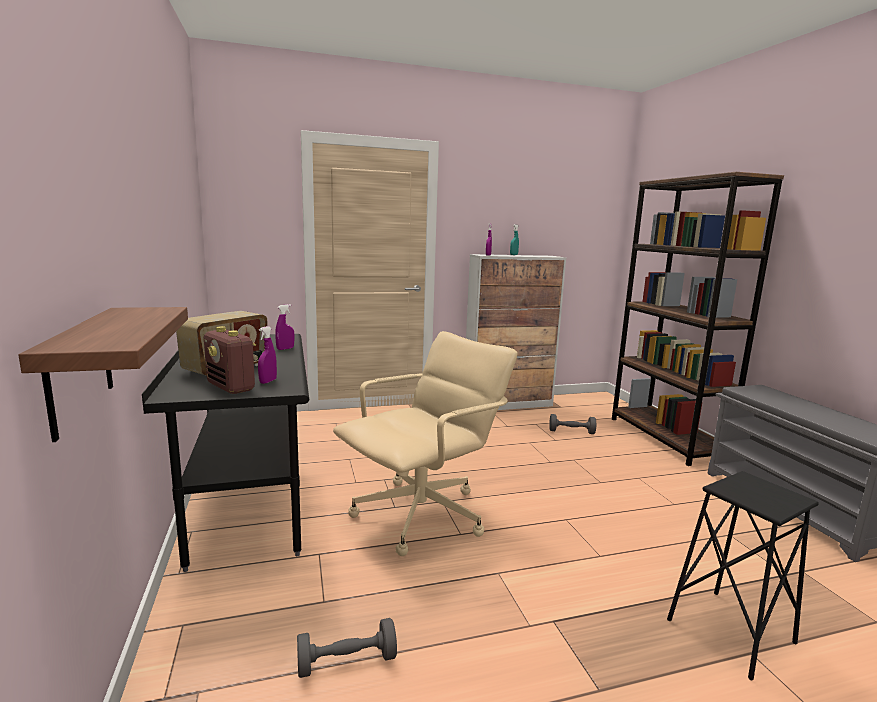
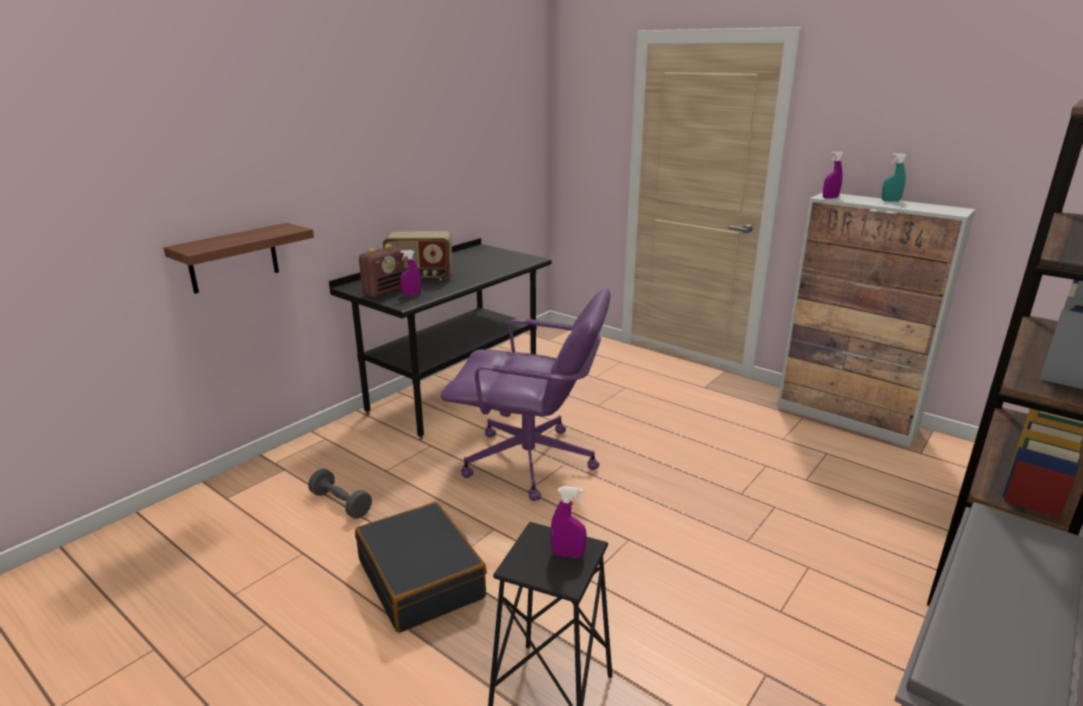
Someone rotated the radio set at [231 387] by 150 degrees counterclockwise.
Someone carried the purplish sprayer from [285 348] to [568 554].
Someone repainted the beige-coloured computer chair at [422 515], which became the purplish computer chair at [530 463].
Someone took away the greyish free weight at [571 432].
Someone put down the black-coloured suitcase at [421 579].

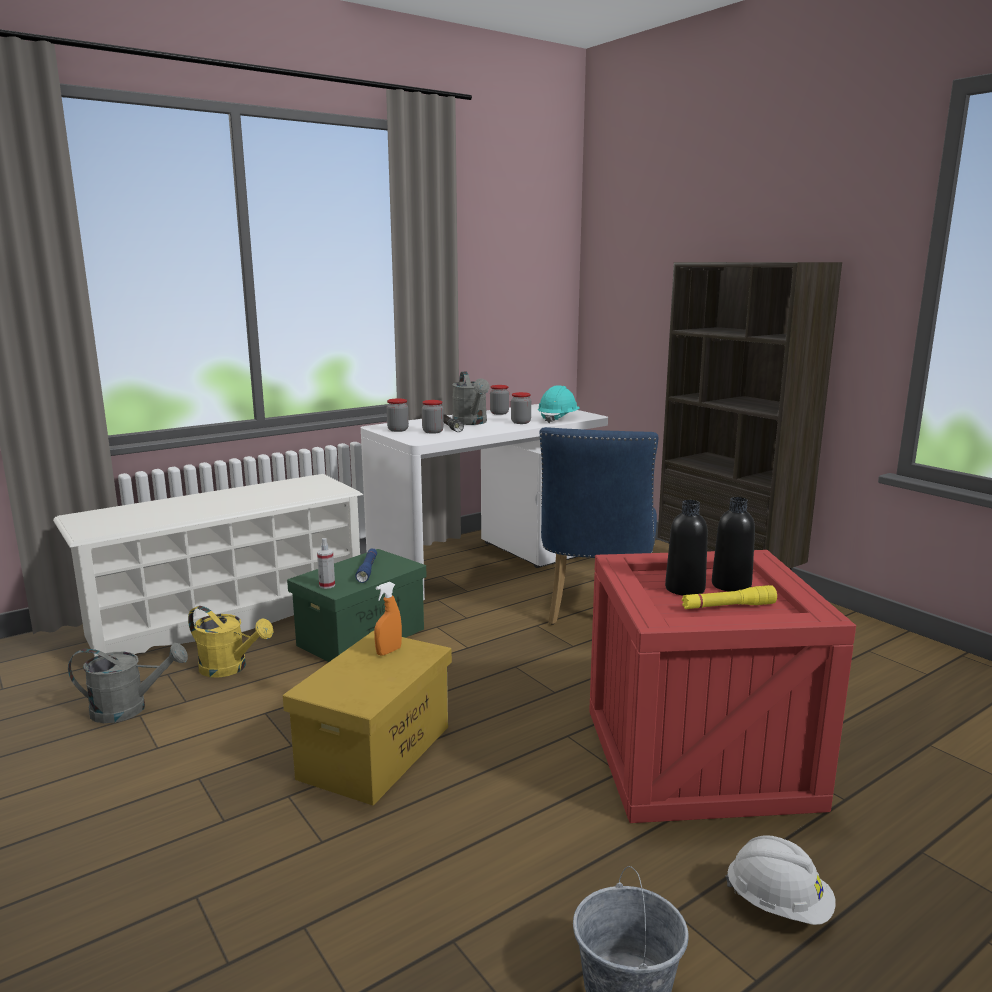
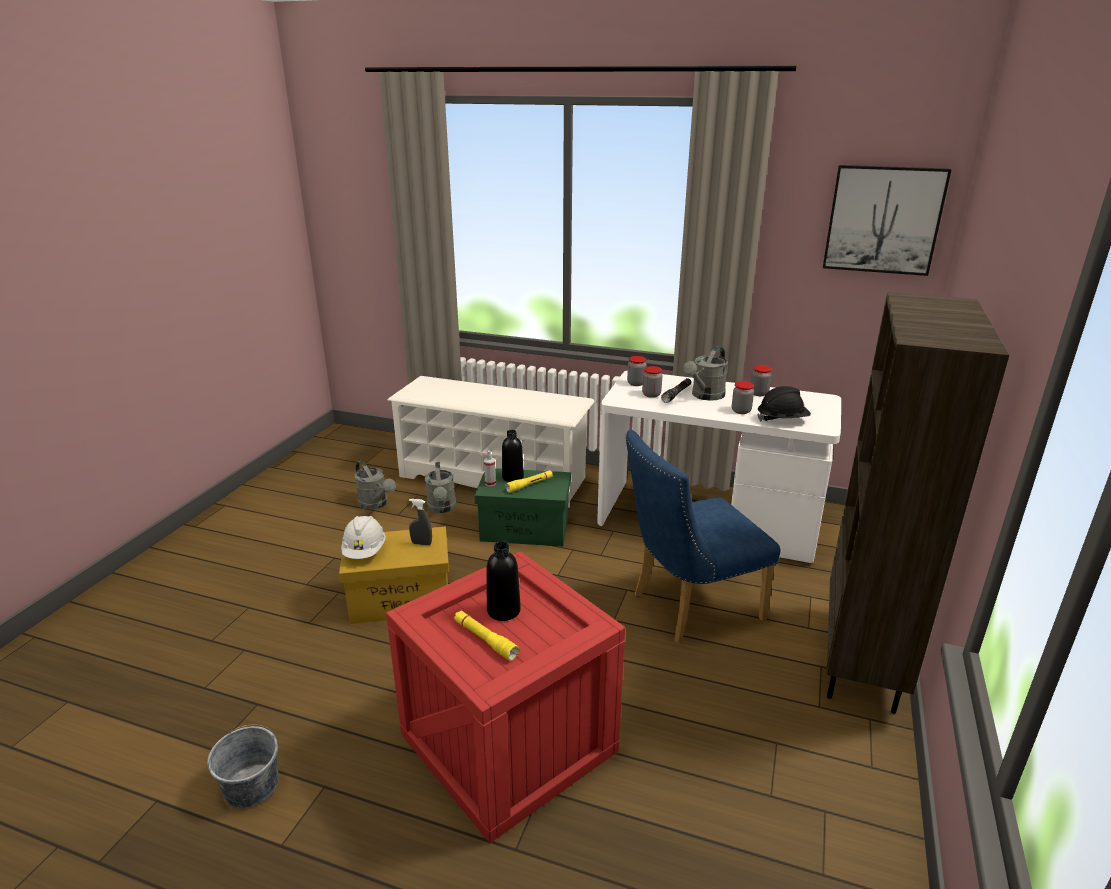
Someone repainted the yellow-coloured watering pot at [230 668], which became the greyish watering pot at [442 508].
Someone repainted the blue-coloured torch at [367 570], which became the yellow-coloured torch at [529 485].
Someone repainted the orange sprayer at [388 651], which became the greyish sprayer at [421 543].
Someone repainted the turquoise work helmet at [558 419], which became the black-coloured work helmet at [782 420].
Someone carried the black-coloured bottle from [731 585] to [512 477].
Someone carried the whitish work helmet from [778 905] to [365 551].
Someone put up the wall art at [883 220].

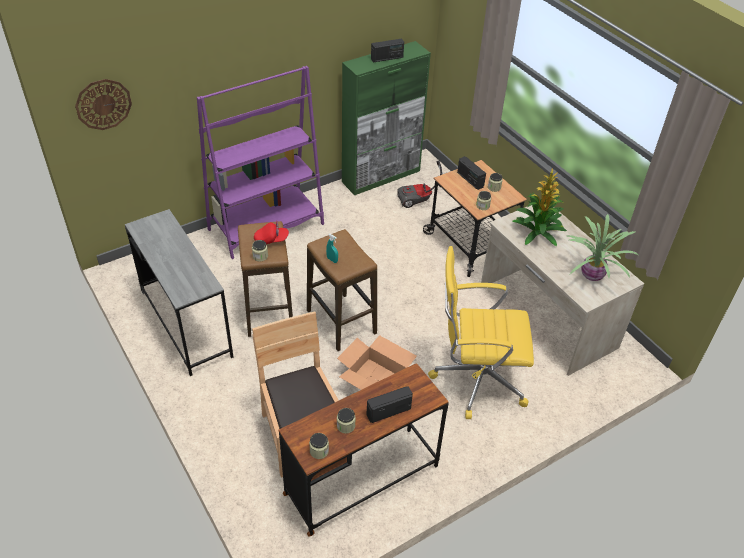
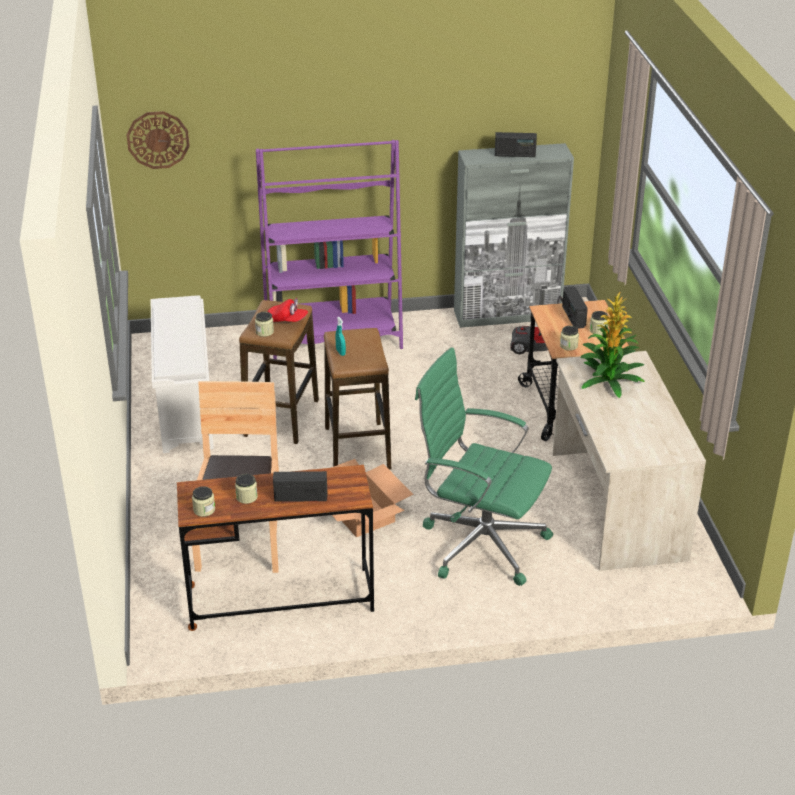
Someone swapped the greyish desk at [185 323] for the whitish shoe stand at [185 408].
Someone repainted the greenish storage cabinet at [381 176], which became the greyish storage cabinet at [508 315].
Someone repainted the yellow-coloured computer chair at [476 378], which became the greenish computer chair at [480 543].
Someone took away the plant in a pot at [590 276].

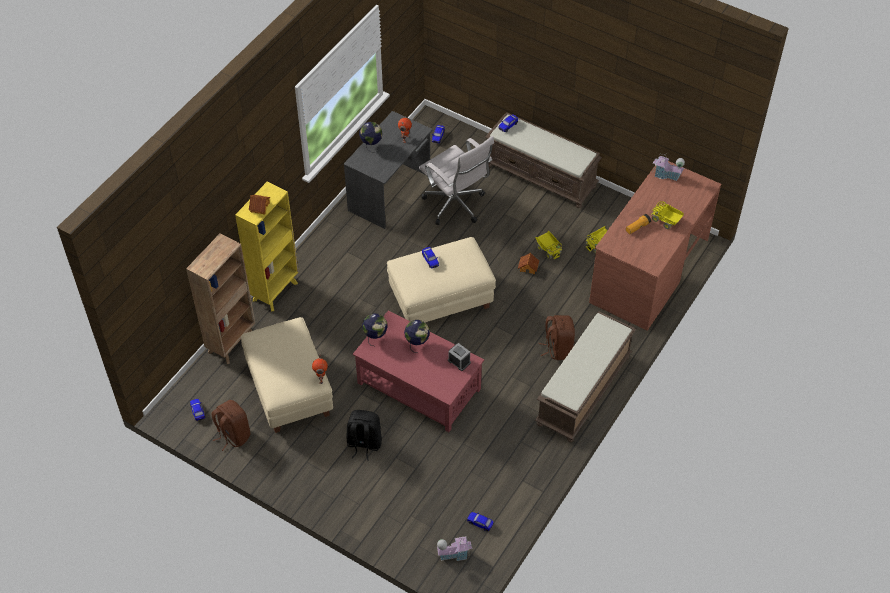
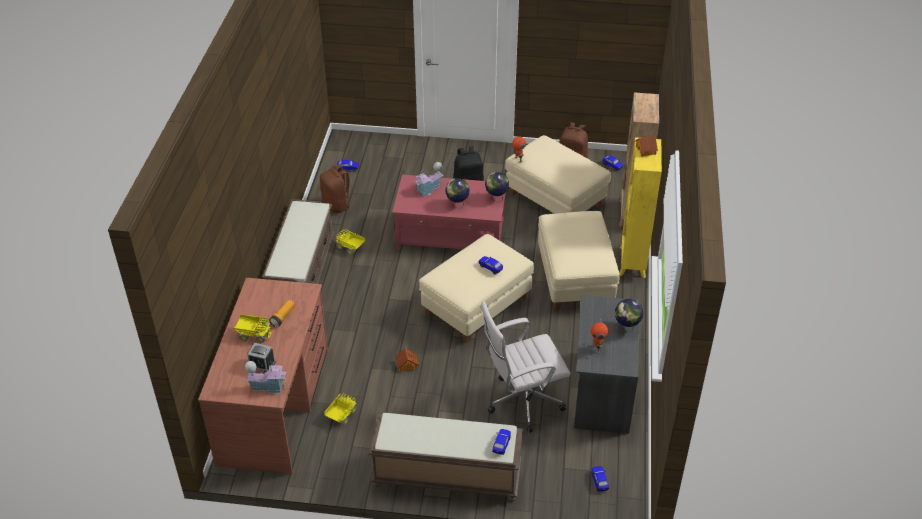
Someone rotated the whitish computer chair at [456 206] by 45 degrees counterclockwise.
Someone carried the miniature house from [454 554] to [429 189].
Someone carried the alarm clock from [459 361] to [262 364].
Someone carried the model truck from [548 249] to [350 248].
Someone carried the brownish backpack from [557 348] to [337 204].
Someone put down the beige-coloured footrest at [574 278].

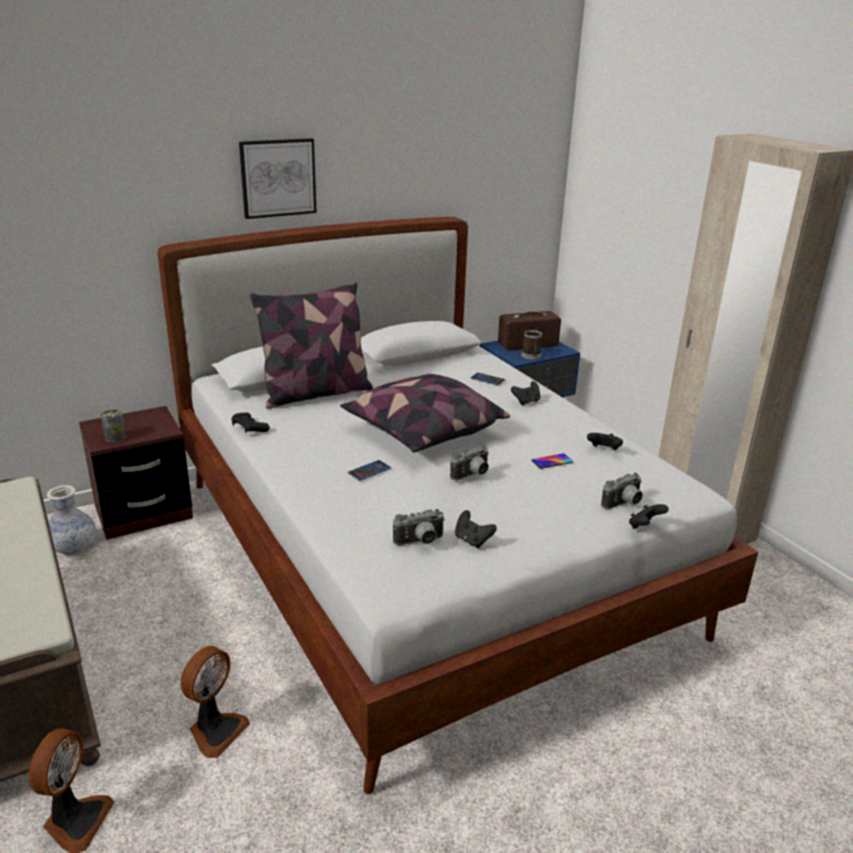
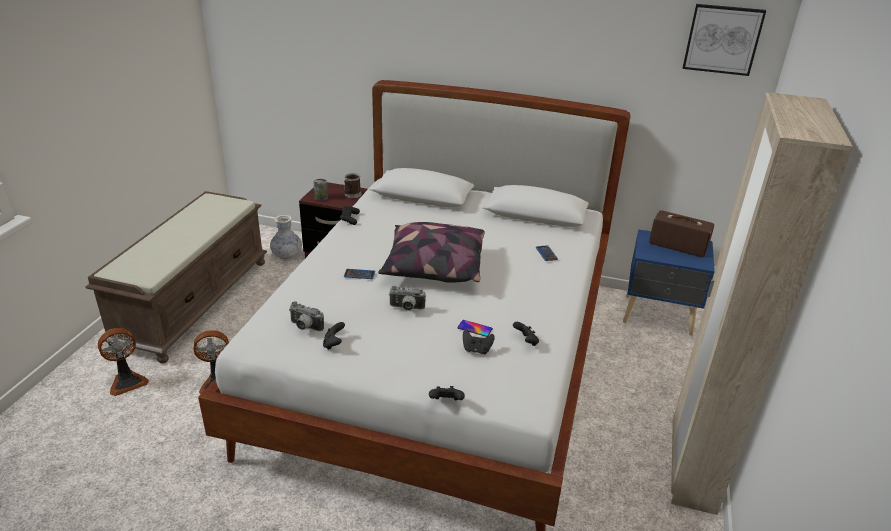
Someone carried the wall art from [277 178] to [722 39].
Someone took away the pillow at [316 393].
Someone carried the black-coloured joypad from [526 402] to [476 350].
Someone carried the coffee mug from [531 356] to [351 195].
Someone took away the photo camera at [624 504].

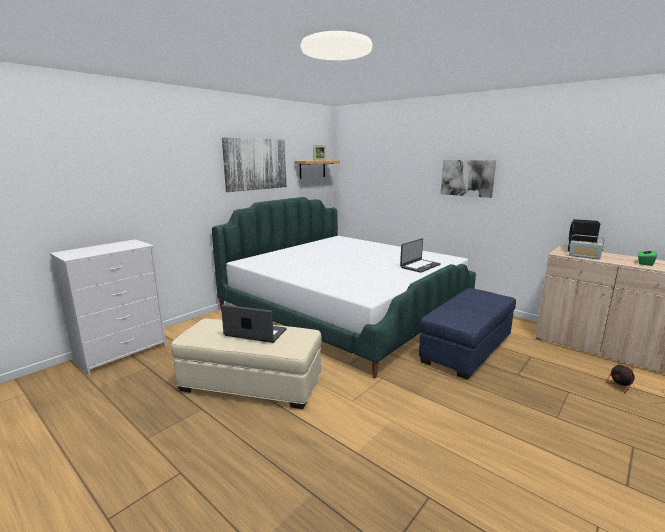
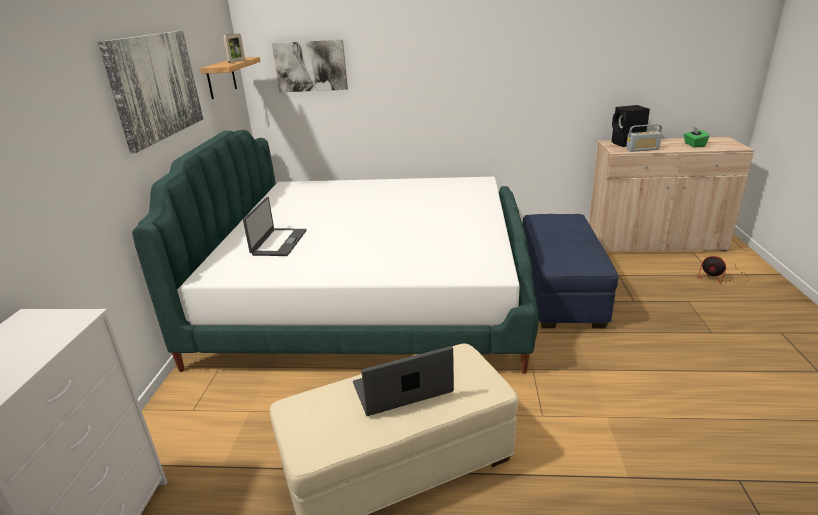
Someone carried the portable computer from [420 266] to [278 242].
Someone carried the wall art from [467 178] to [310 66].

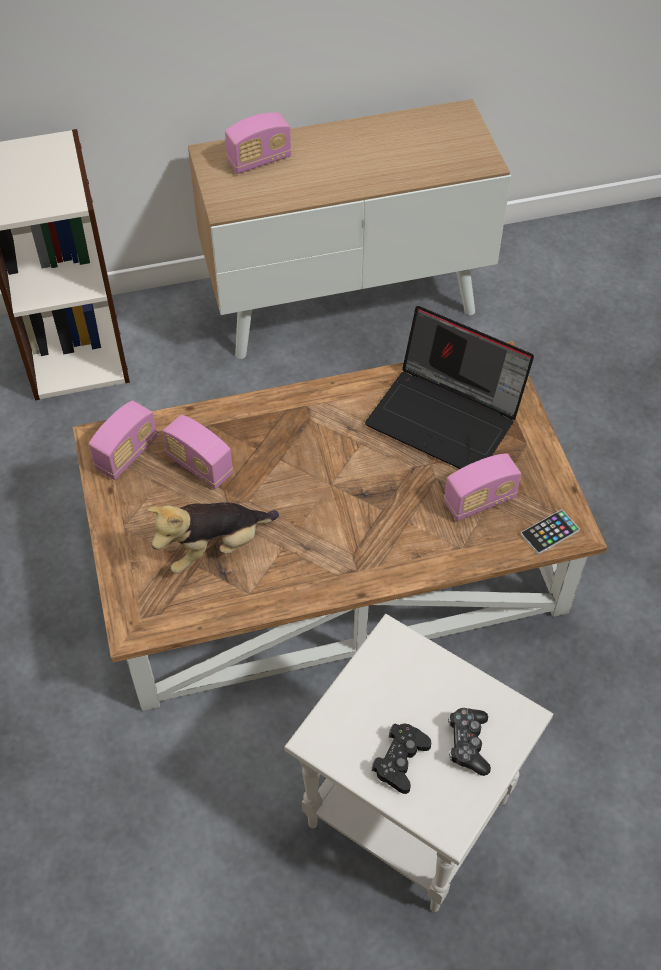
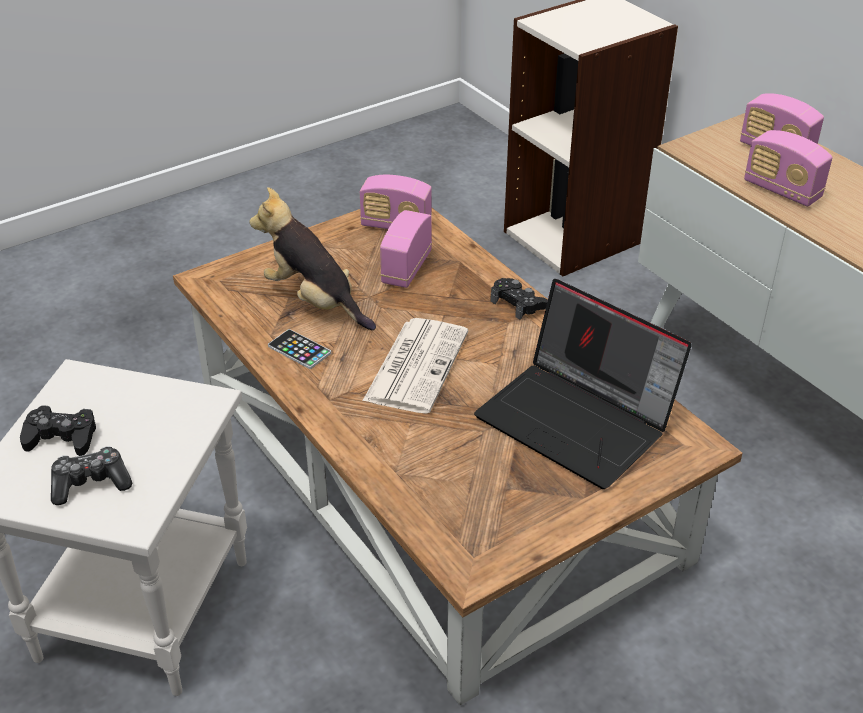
Someone rotated the portable computer at [446 417] by 60 degrees counterclockwise.
Someone carried the radio set from [479 501] to [782 190].
Someone carried the telephone from [549 532] to [299 350].
Someone put down the daily paper at [416 365].
Someone put down the black-coloured joypad at [518 304].

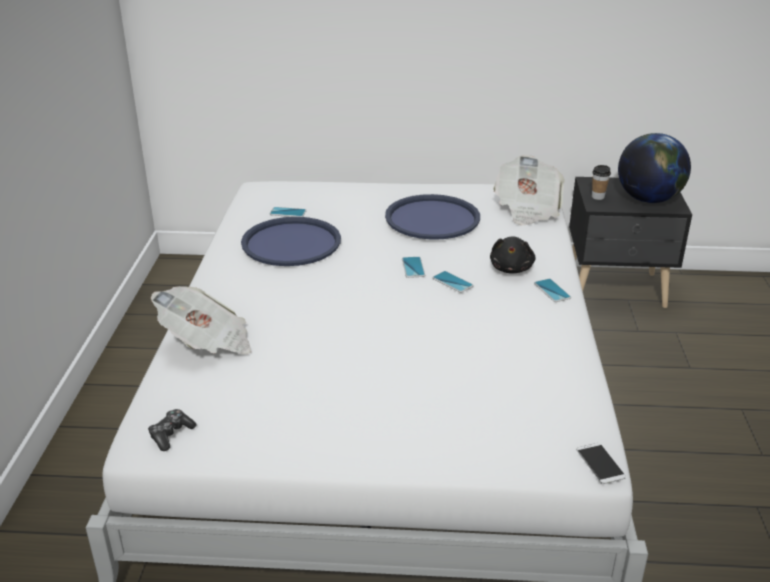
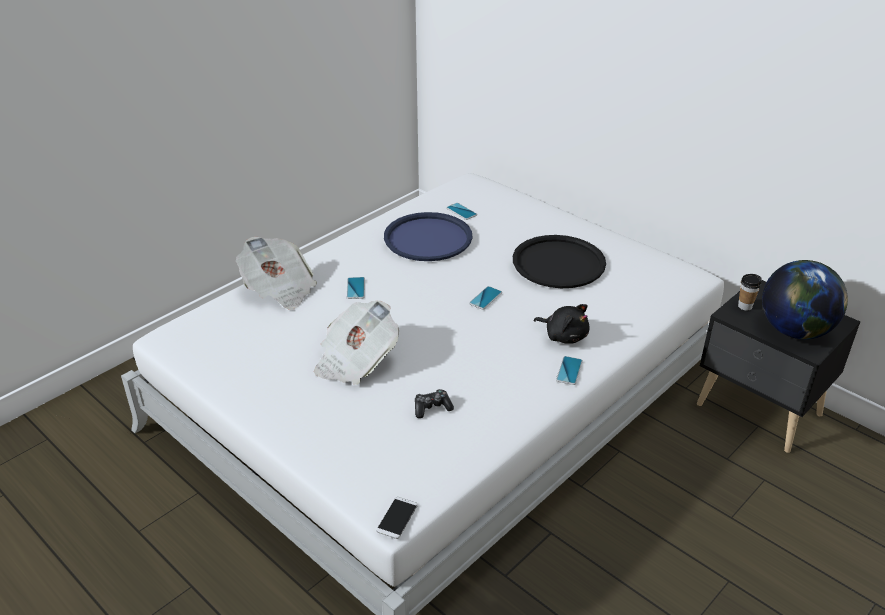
Someone carried the joypad from [171 434] to [432 408].
Someone repainted the blue-coloured carrying tray at [432 218], which became the black-coloured carrying tray at [558 263].
Someone carried the telephone from [452 282] to [355 288].
Someone rotated the black-coloured cuddly toy at [511 268] by 105 degrees counterclockwise.
Someone carried the daily paper from [527 209] to [355 361].

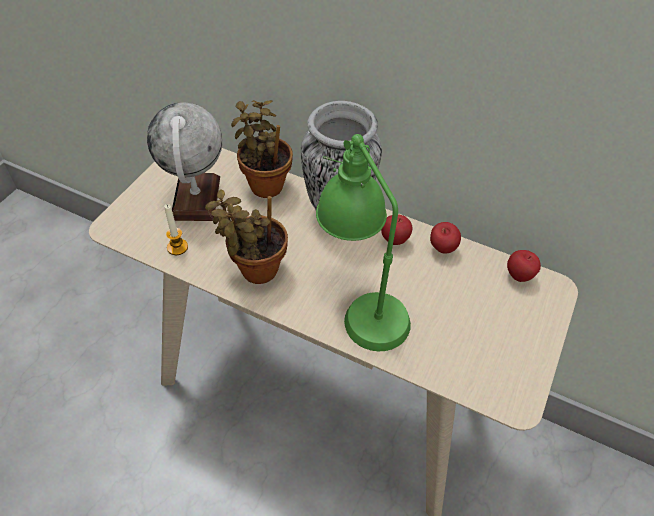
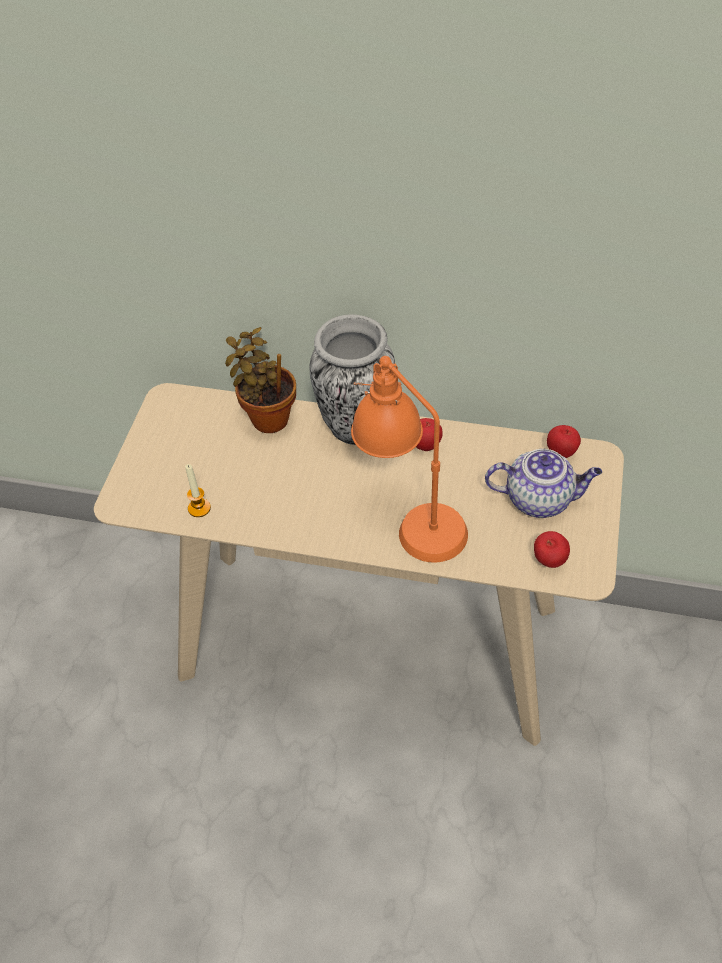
Someone took away the globe at [196 198].
Someone took away the plant in a pot at [254 269].
Someone repainted the greenish tabletop lamp at [359 302], which became the orange tabletop lamp at [409 518].
Someone carried the apple fruit from [441 249] to [549 561].
Someone put down the teapot at [540 499].

